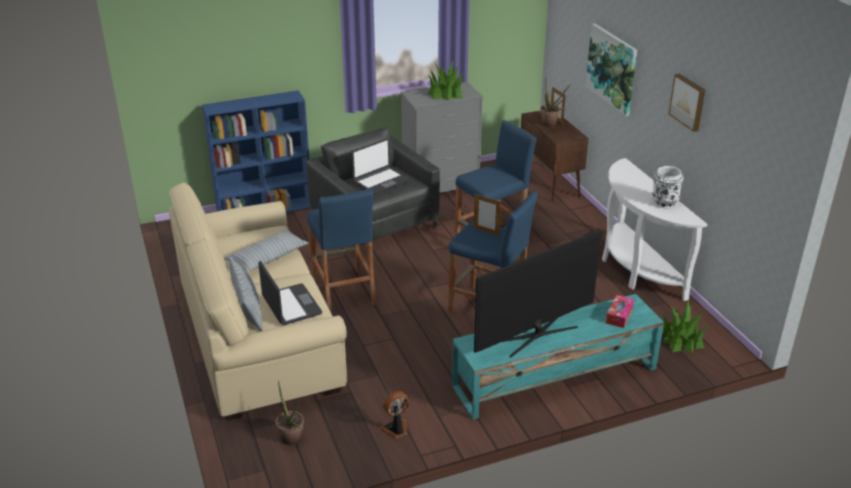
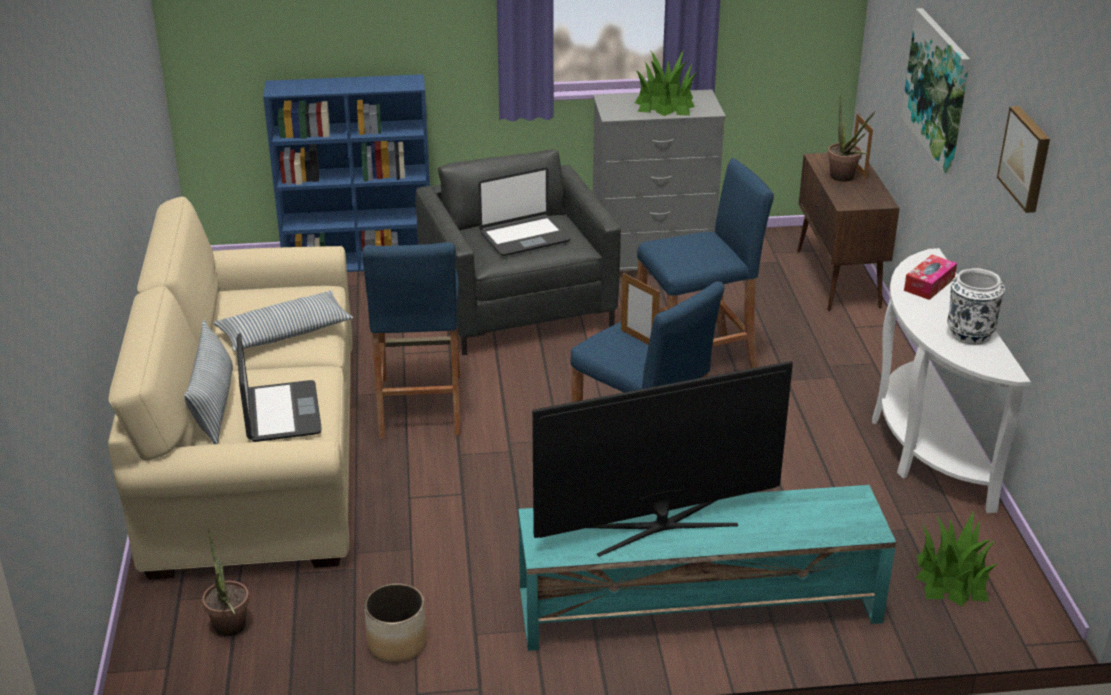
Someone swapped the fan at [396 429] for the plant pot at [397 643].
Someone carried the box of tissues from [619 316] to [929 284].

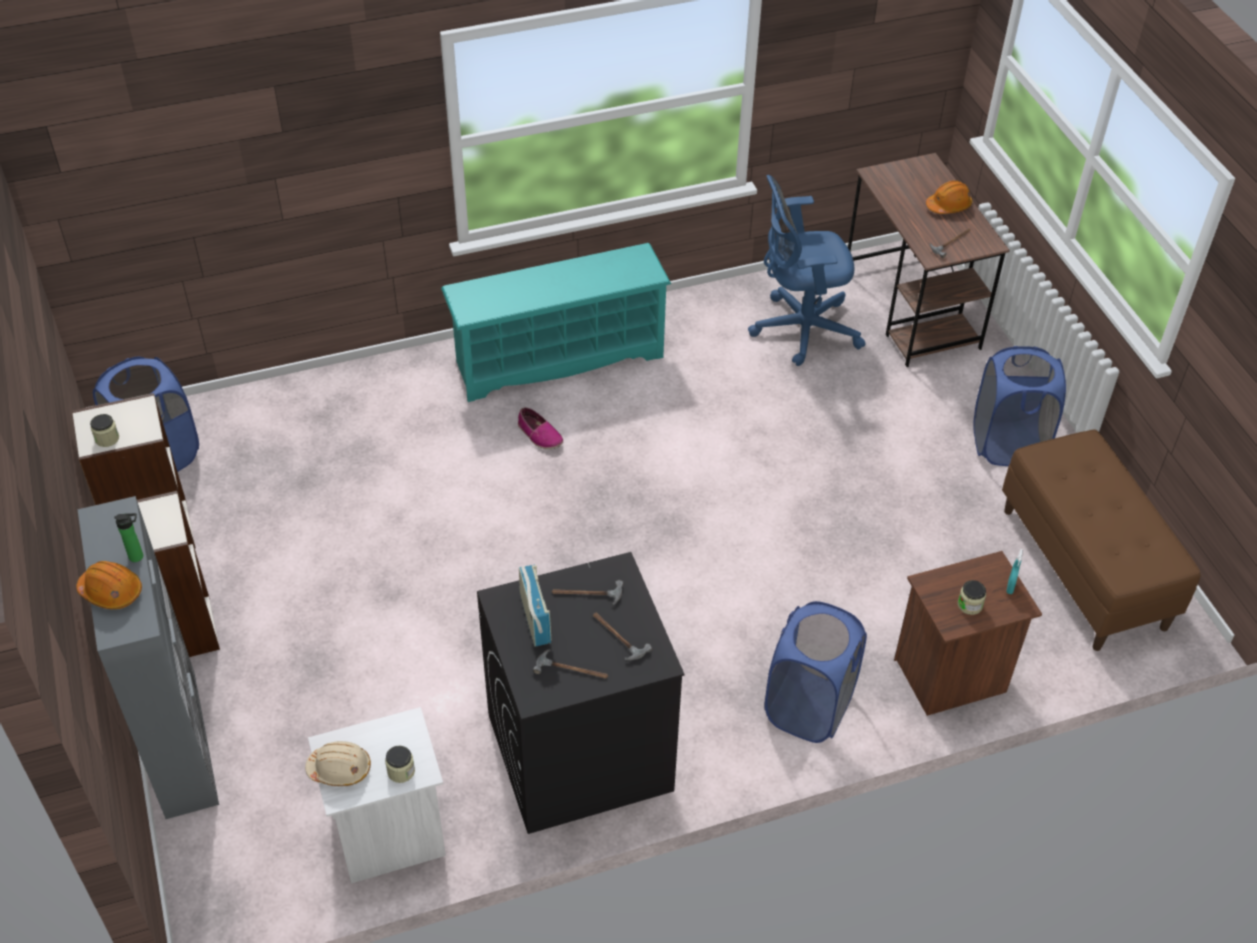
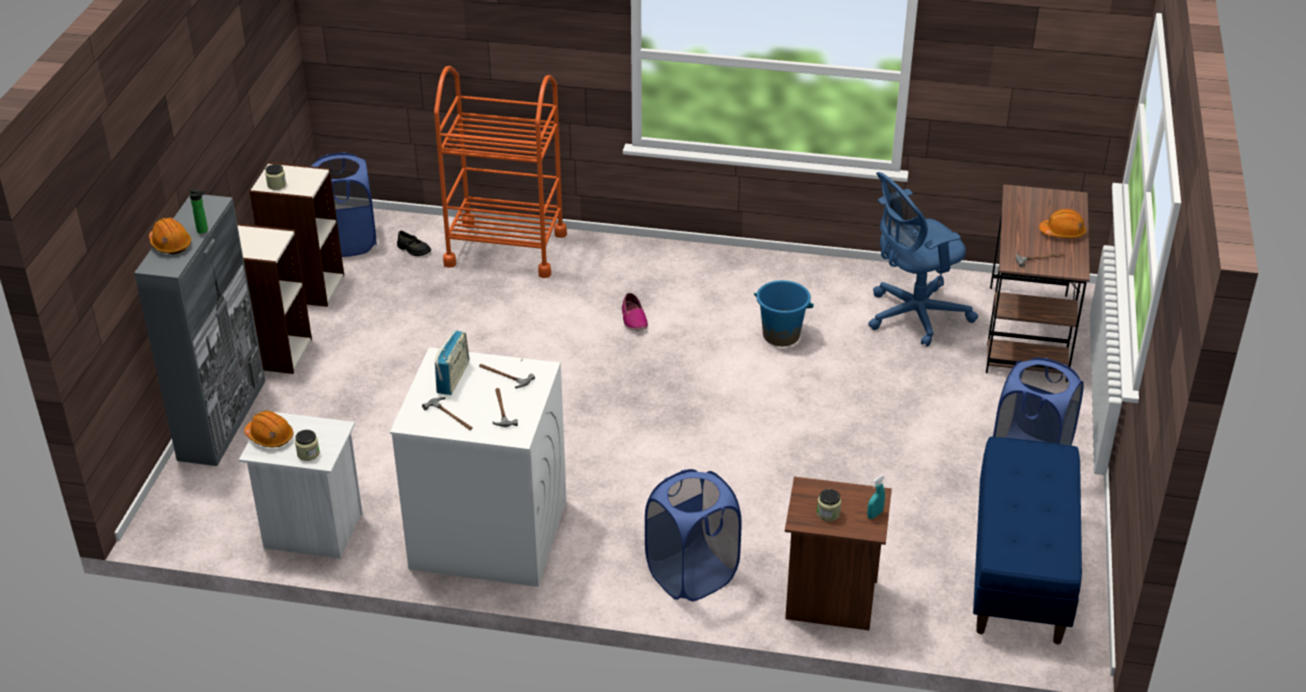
Someone repainted the beige-coloured work helmet at [340 769], which became the orange work helmet at [270 437].
Someone took away the turquoise shoe stand at [558 358].
Someone repainted the black-coloured washing machine at [578 753], which became the whitish washing machine at [488 534].
Someone rotated the blue-coloured computer chair at [799 329] by 45 degrees counterclockwise.
Someone repainted the brownish long seat at [1084 568], which became the blue-coloured long seat at [1021 571].
Someone put down the black-coloured item of footwear at [413 249].
Someone put down the orange trolley at [506 249].
Someone put down the blue-coloured water bucket at [781 335].

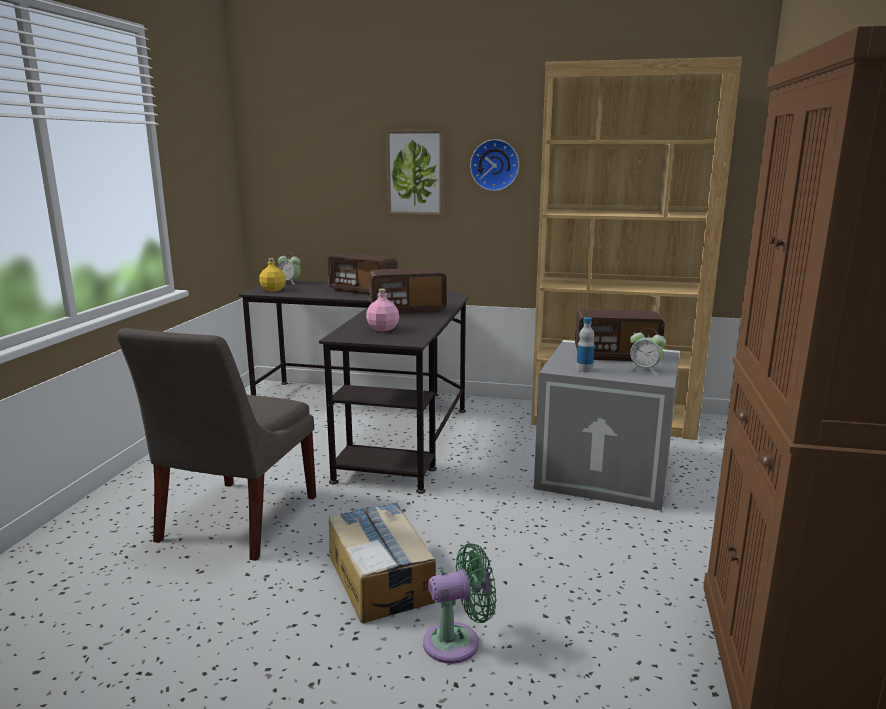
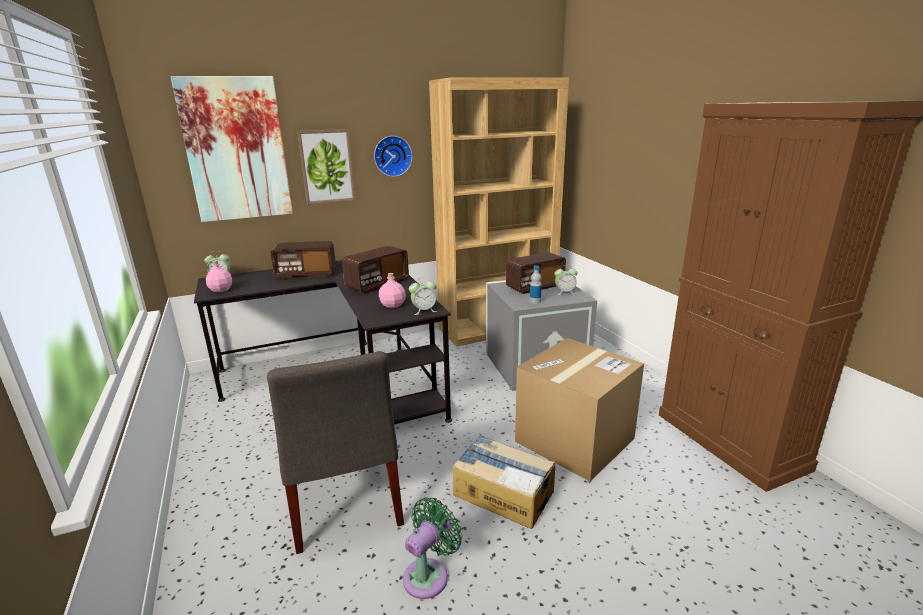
Someone repainted the yellow-coloured bottle at [273 290], which became the pink-coloured bottle at [221 290].
Someone carried the greenish fan from [457 642] to [429 575].
Someone put up the wall art at [236 150].
Someone put down the alarm clock at [424 311].
Someone put down the packing box at [574 440].

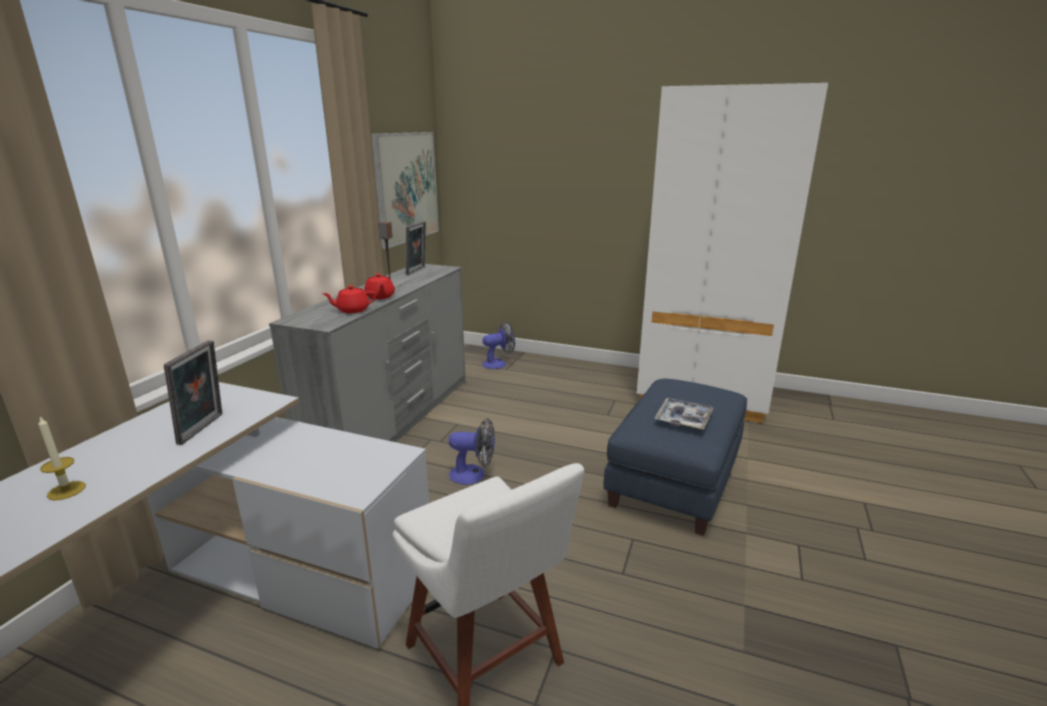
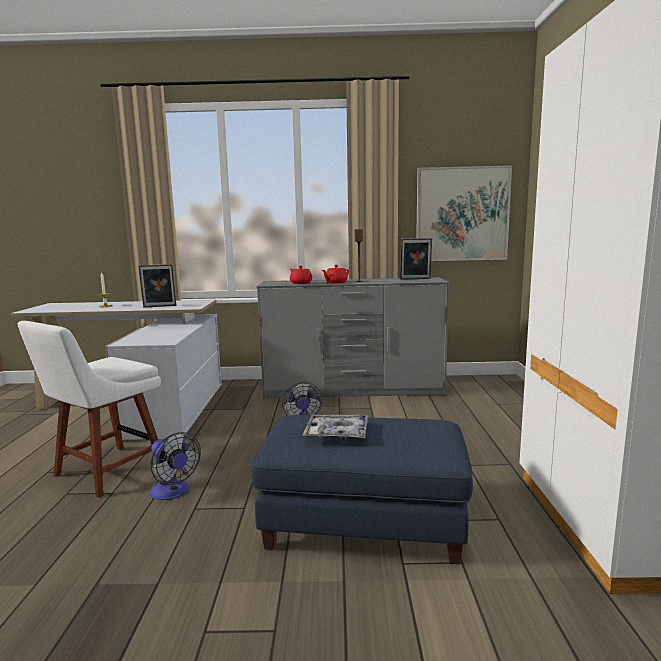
Someone carried the fan from [498 363] to [173 492].

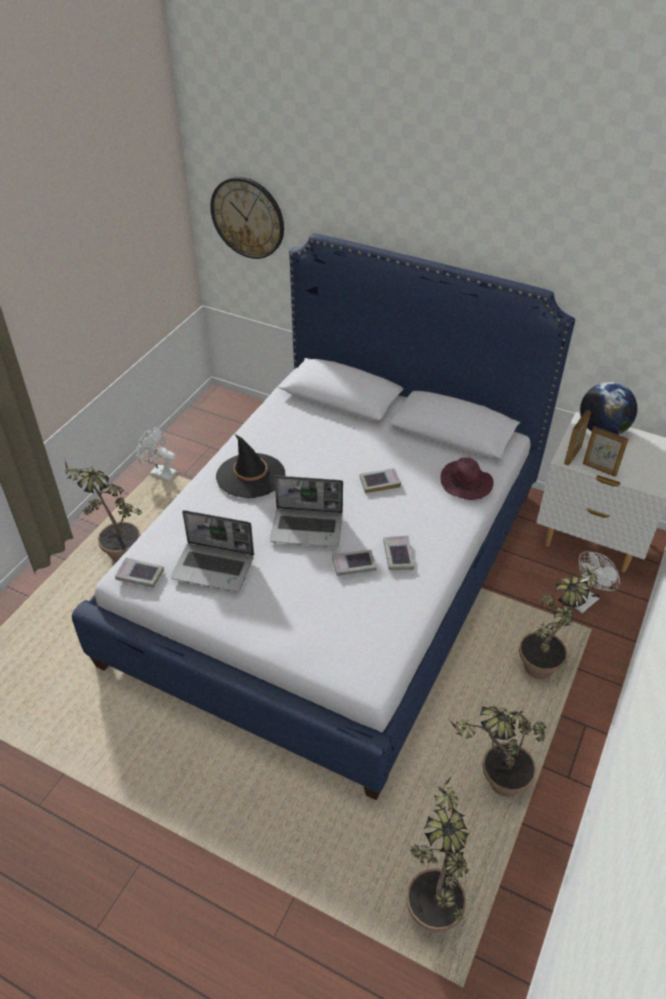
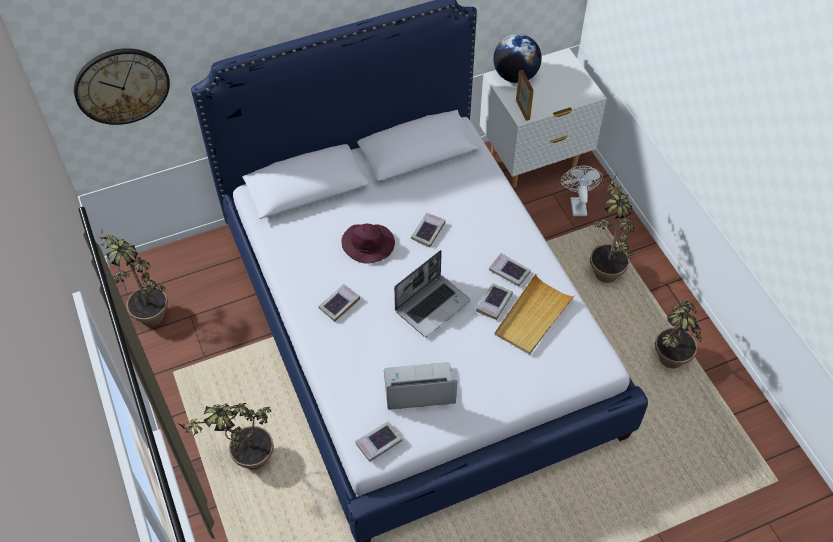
Someone took away the whitish fan at [159 473].
Someone rotated the portable computer at [214 567] by 150 degrees counterclockwise.
Someone swapped the black-coloured clothing hat at [250 476] for the book at [339 304].
Someone carried the plant in a pot from [434 899] to [147 311].
Someone carried the purplish clothing hat from [466 483] to [369 245].
Someone took away the picture frame at [599 469].
Someone put down the beige-coloured carrying tray at [533 317].

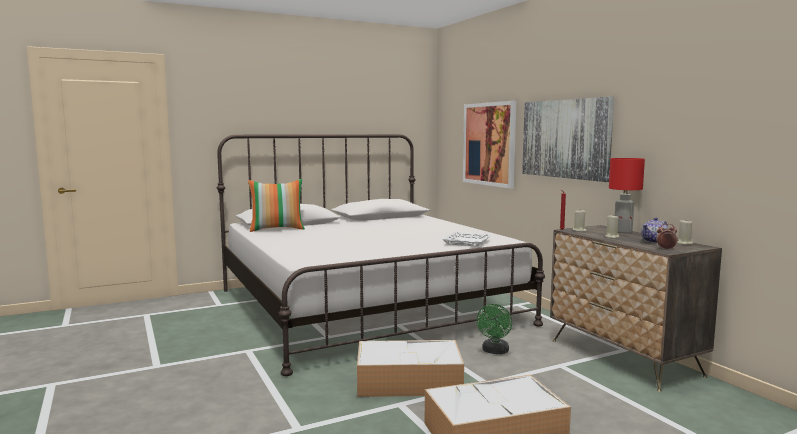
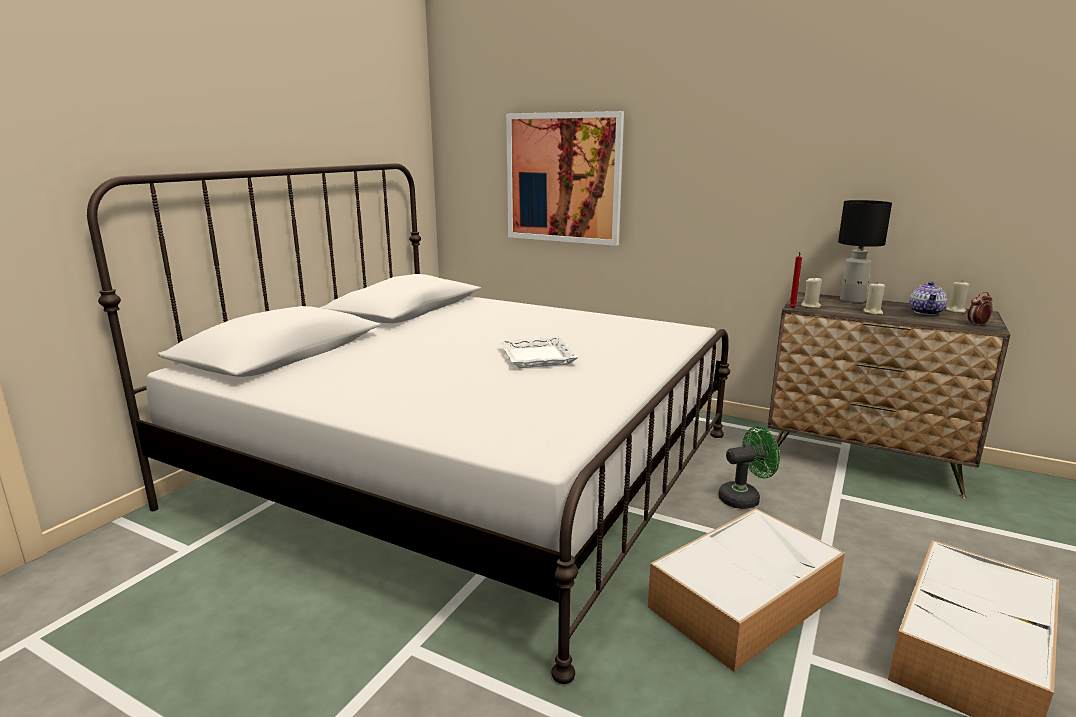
Someone took away the pillow at [277 229].
Someone carried the whitish carrying tray from [467 242] to [538 357].
Someone rotated the greenish fan at [494 351] by 90 degrees counterclockwise.
Someone took away the wall art at [565 139].
Someone repainted the reddish tabletop lamp at [623 232], which became the black-coloured tabletop lamp at [852 300].

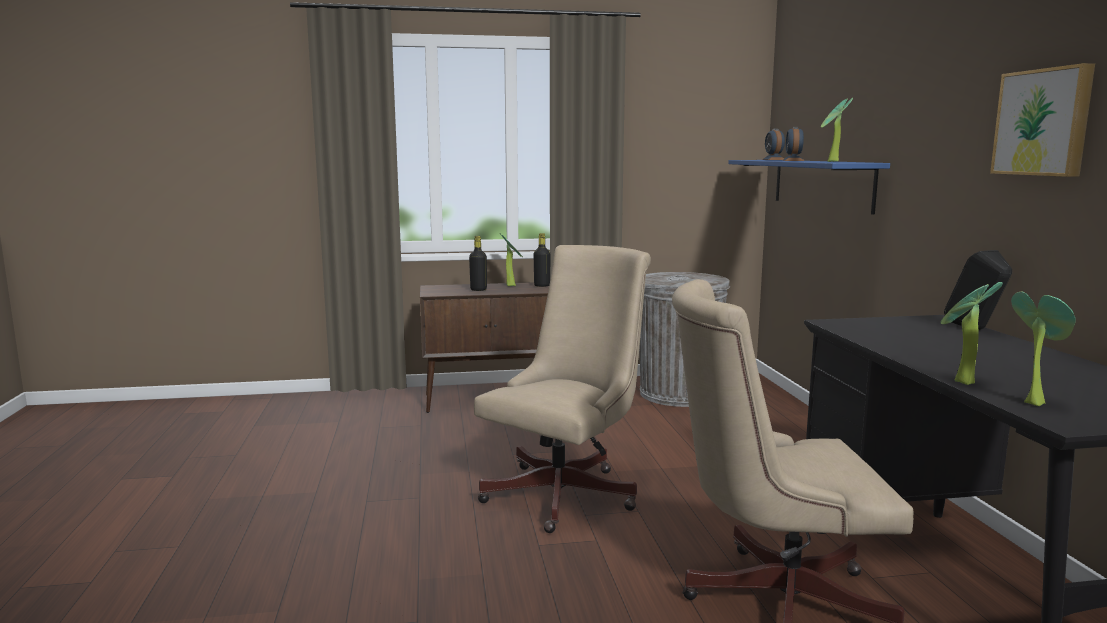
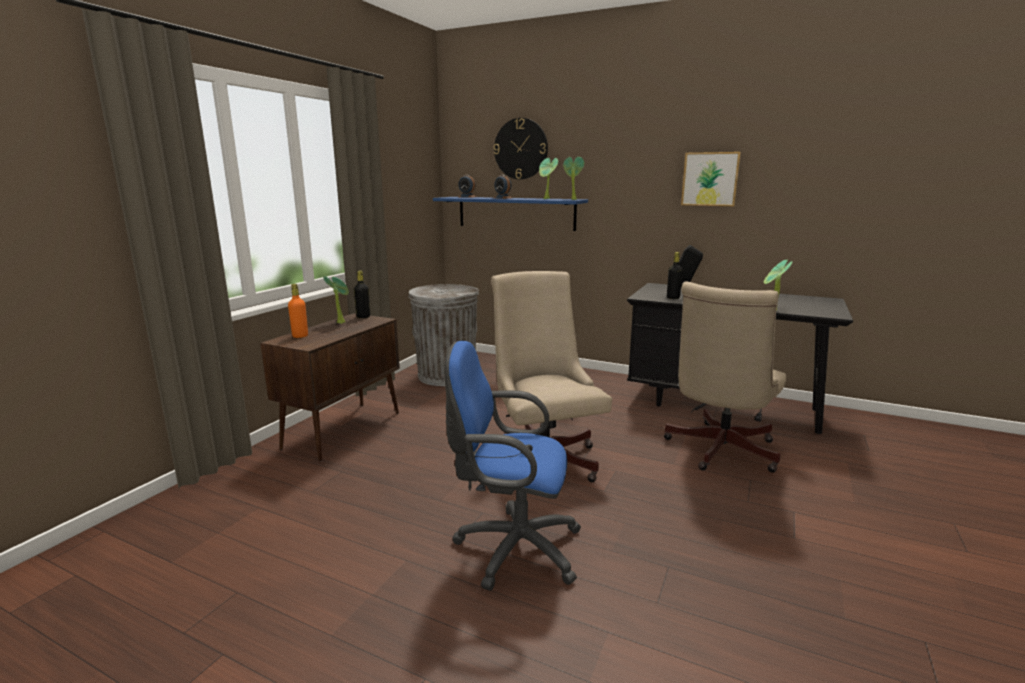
Someone carried the black-coloured bottle from [478 290] to [673 298].
Someone carried the plant in a pot from [1032 402] to [572 199].
Someone put down the orange bottle at [300 336].
Someone put down the blue-coloured computer chair at [511 548].
Someone put up the clock on the wall at [520 149].

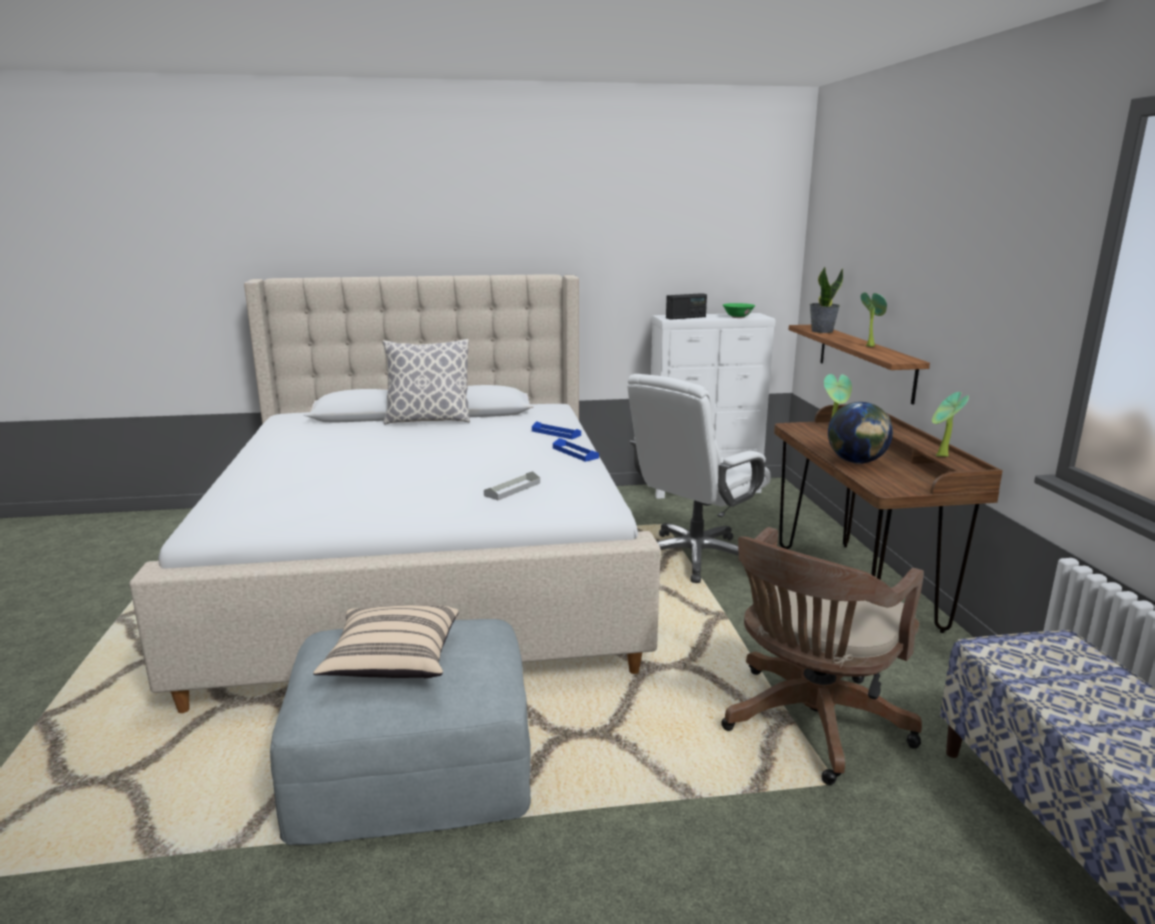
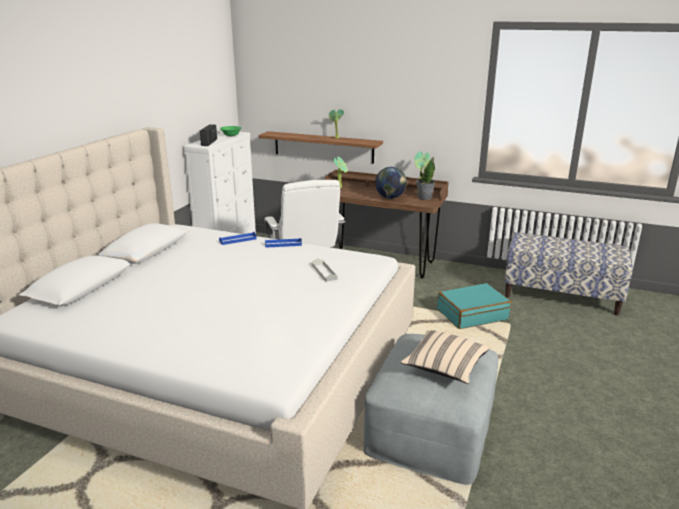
Someone took away the pillow at [428 420].
Someone swapped the brownish computer chair at [810 725] for the turquoise suitcase at [472 314].
Someone carried the plant in a pot from [821 331] to [424 197].

